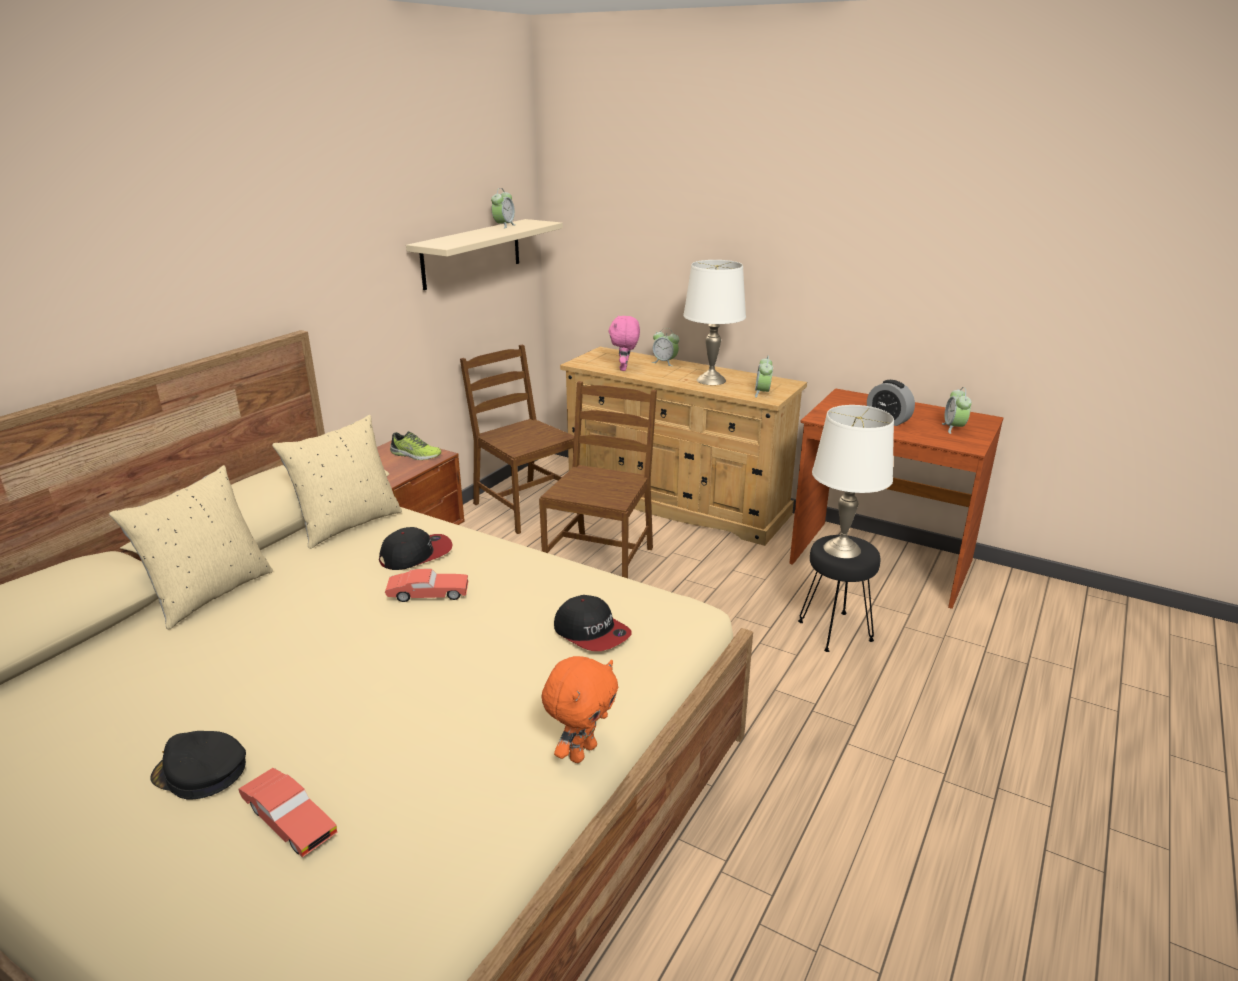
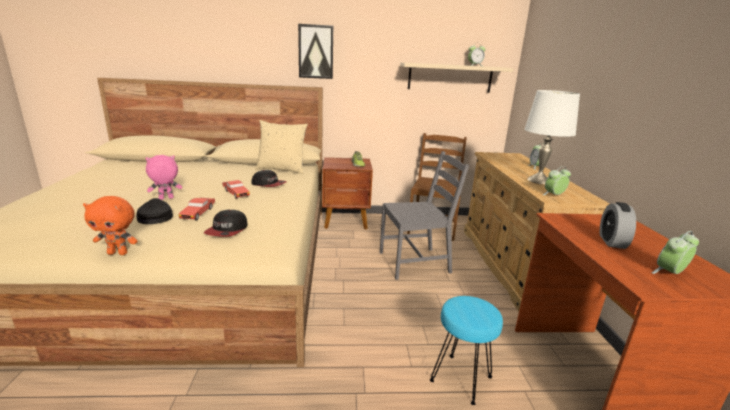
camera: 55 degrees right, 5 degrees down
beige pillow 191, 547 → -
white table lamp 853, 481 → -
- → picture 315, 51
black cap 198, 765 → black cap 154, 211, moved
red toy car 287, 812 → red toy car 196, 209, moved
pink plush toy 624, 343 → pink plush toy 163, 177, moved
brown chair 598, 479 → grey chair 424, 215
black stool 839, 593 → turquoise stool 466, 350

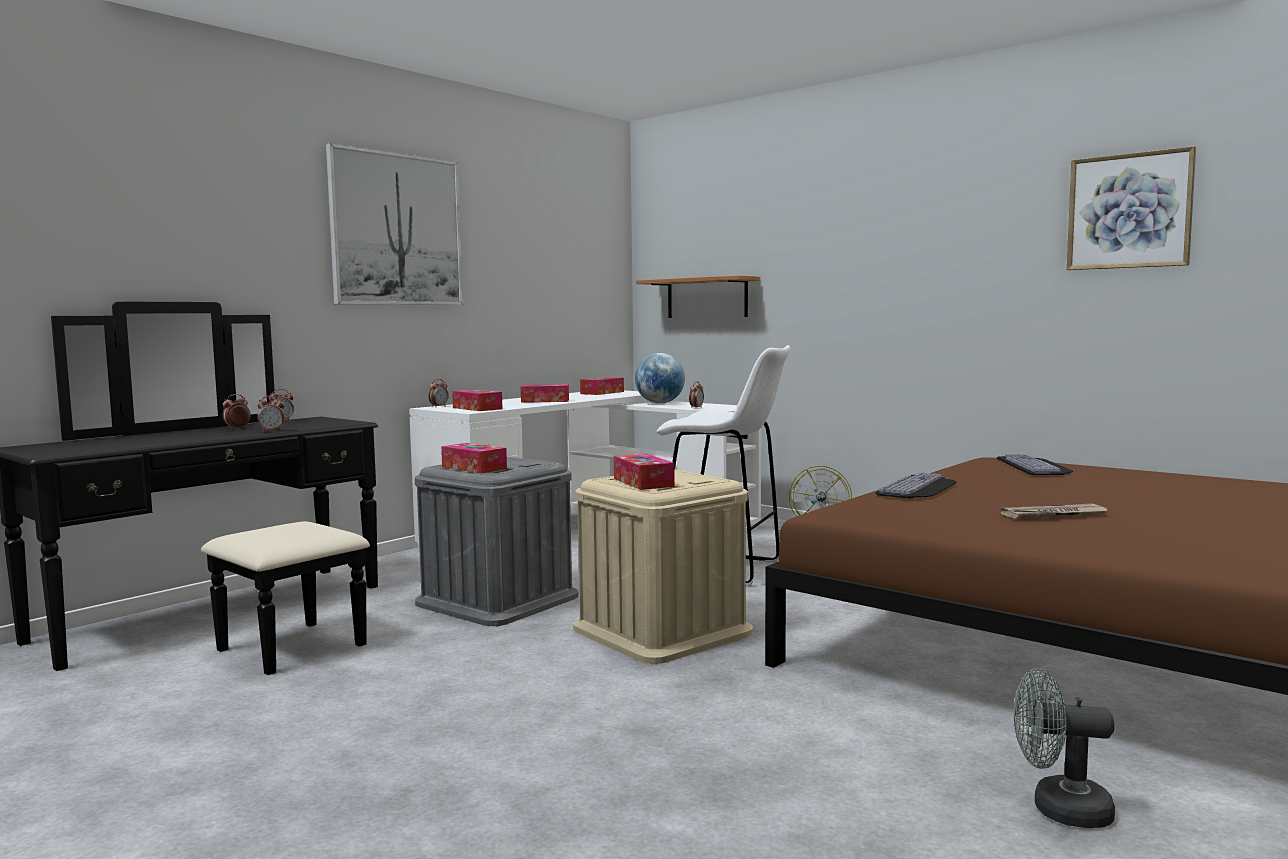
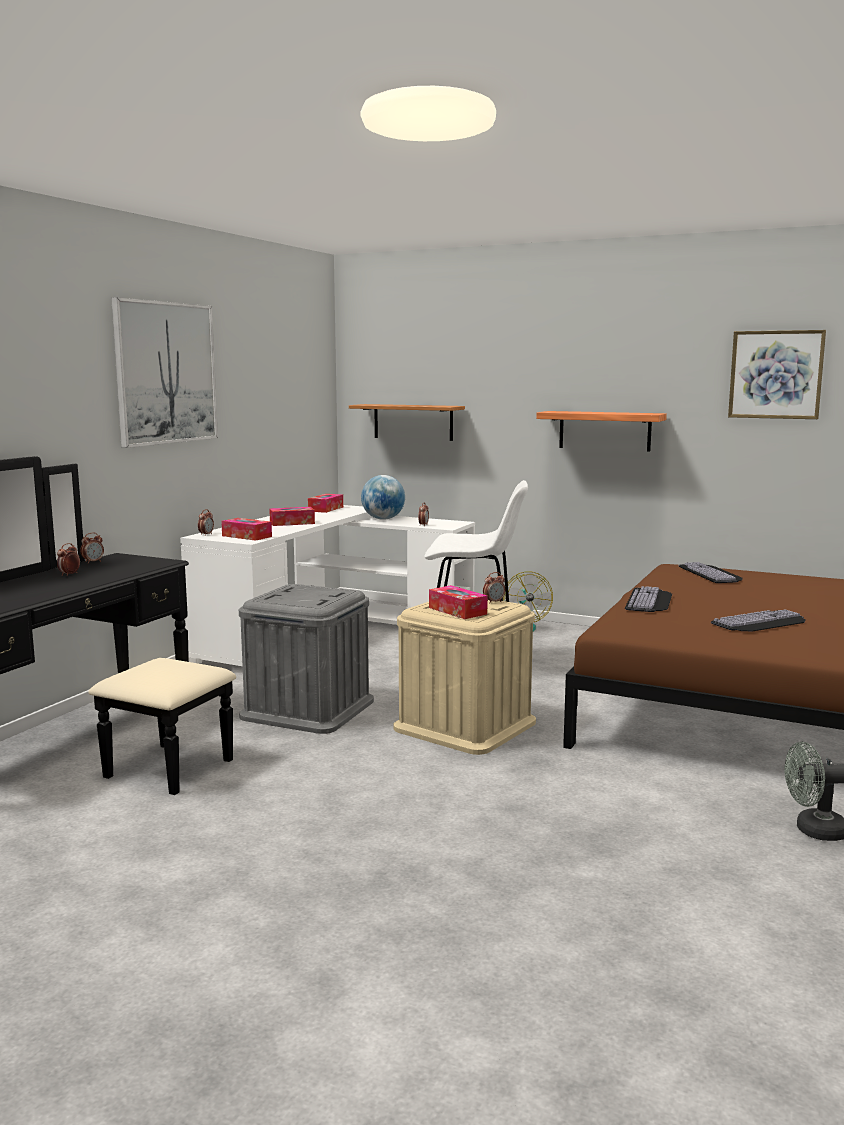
camera: 15 degrees left, 5 degrees up
tissue box 474, 458 → -
- → shelf 601, 431
alarm clock 271, 414 → alarm clock 494, 588, moved
newspaper 1054, 511 → keyboard 758, 620

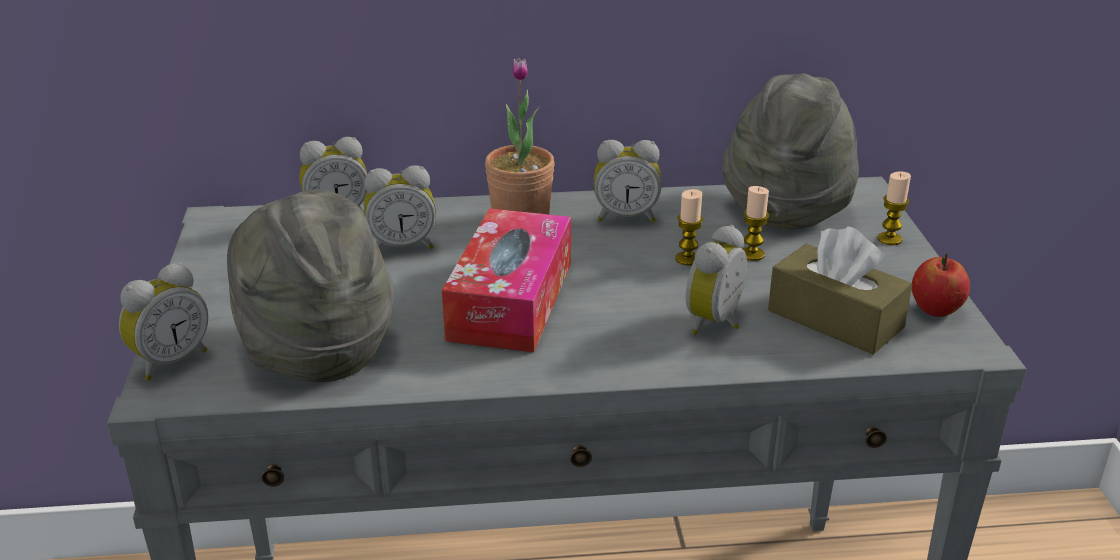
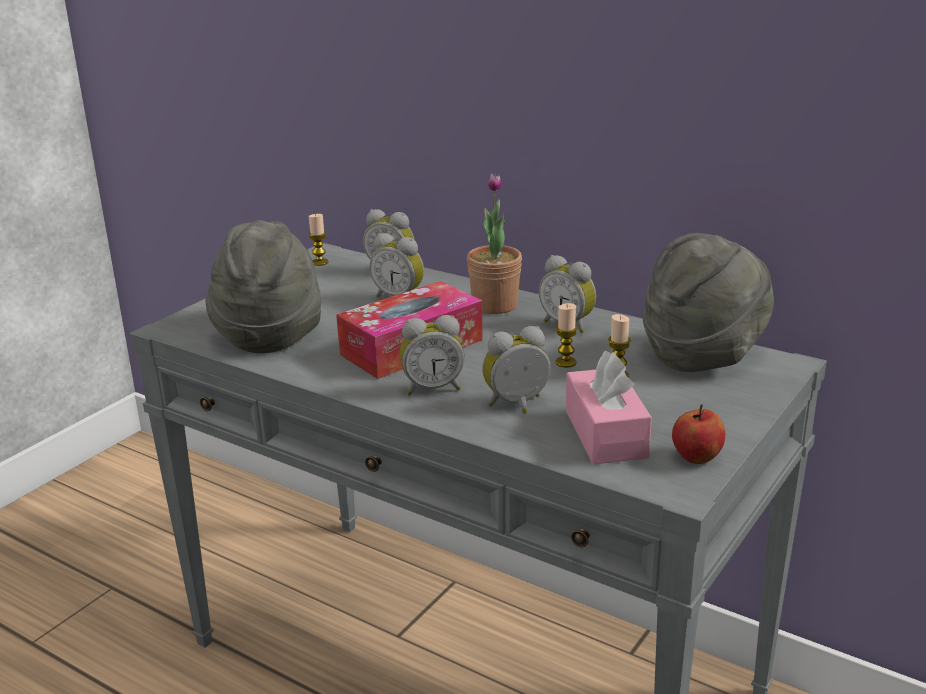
camera: 40 degrees right, 5 degrees down
alarm clock 163, 322 → alarm clock 432, 355, moved
candle 894, 208 → candle 318, 240, moved
brown tissue box 840, 290 → pink tissue box 609, 407

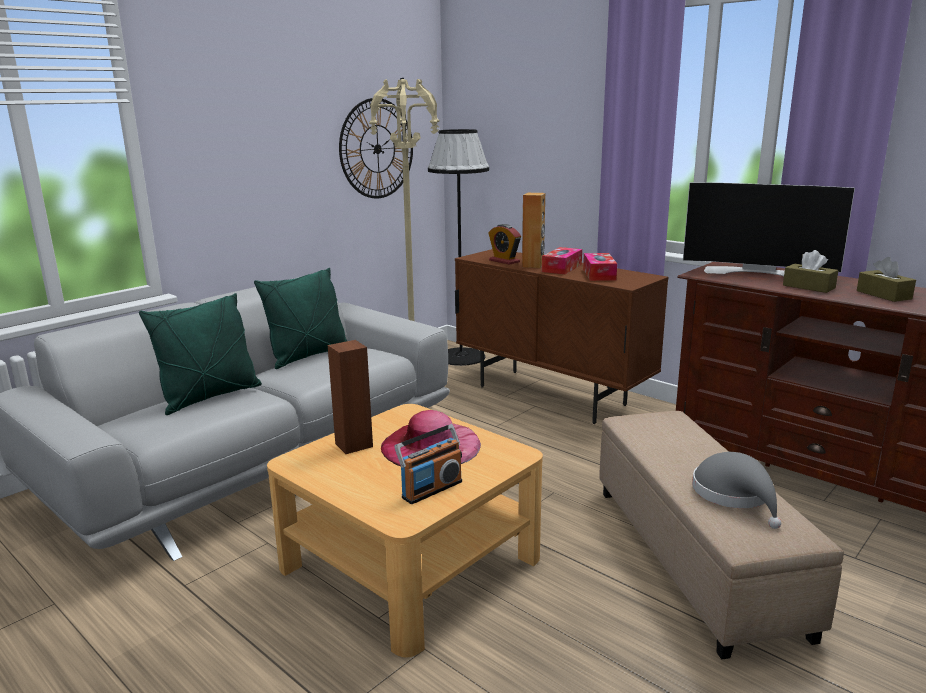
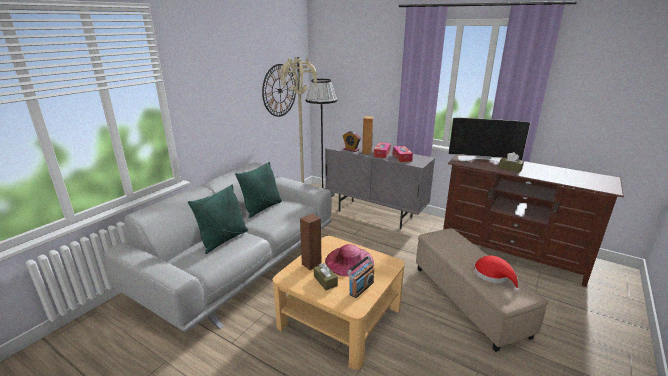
camera: 10 degrees left, 5 degrees up
brown tissue box 886, 279 → brown tissue box 326, 276, moved
brown cabinet 562, 336 → grey cabinet 380, 185
grey hat 736, 490 → red hat 497, 274

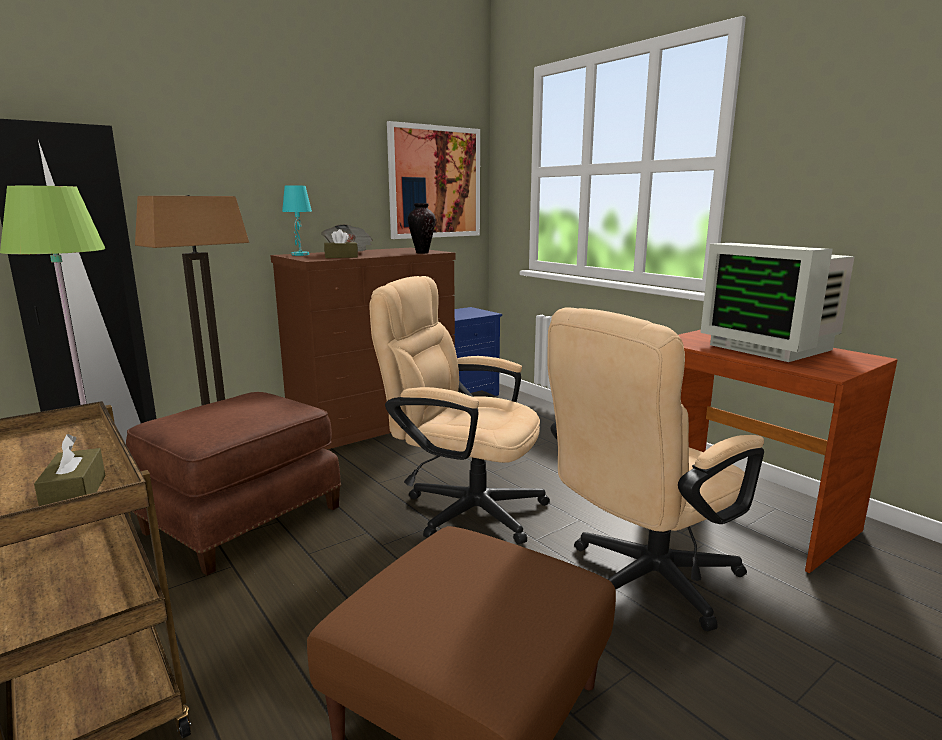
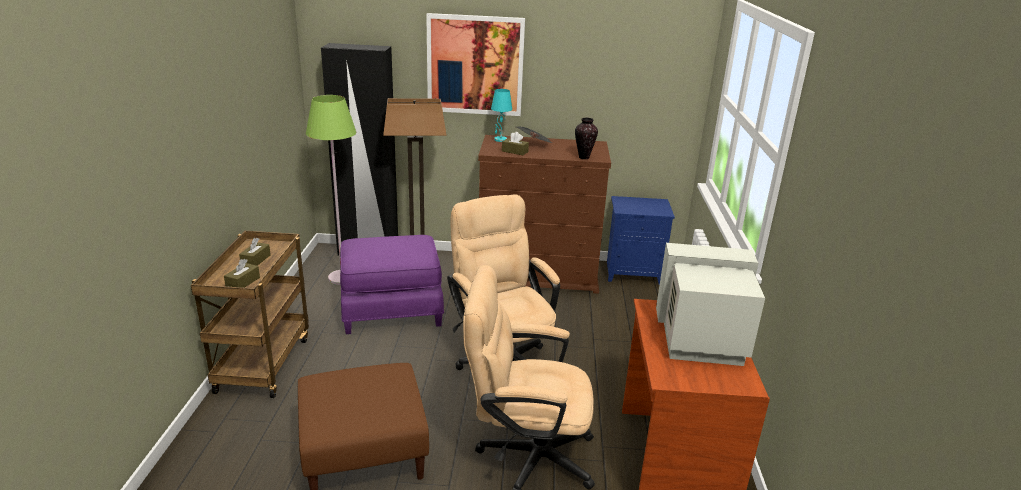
camera: 40 degrees right, 10 degrees up
- → brown tissue box 255, 252
picture 433, 180 → picture 475, 64, moved
brown ottoman 233, 483 → purple ottoman 392, 284
monitor 777, 302 → monitor 710, 304, 90 degrees clockwise

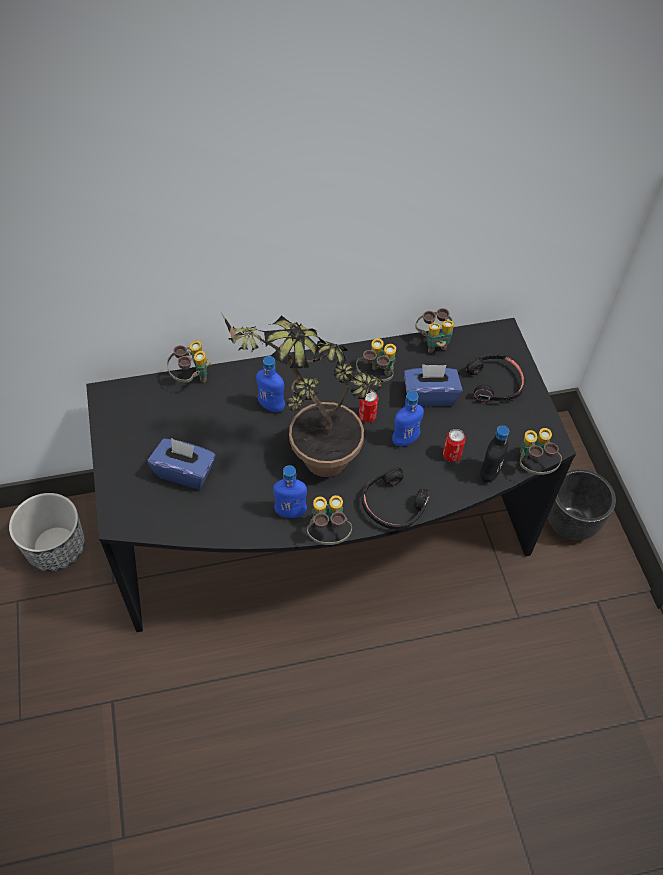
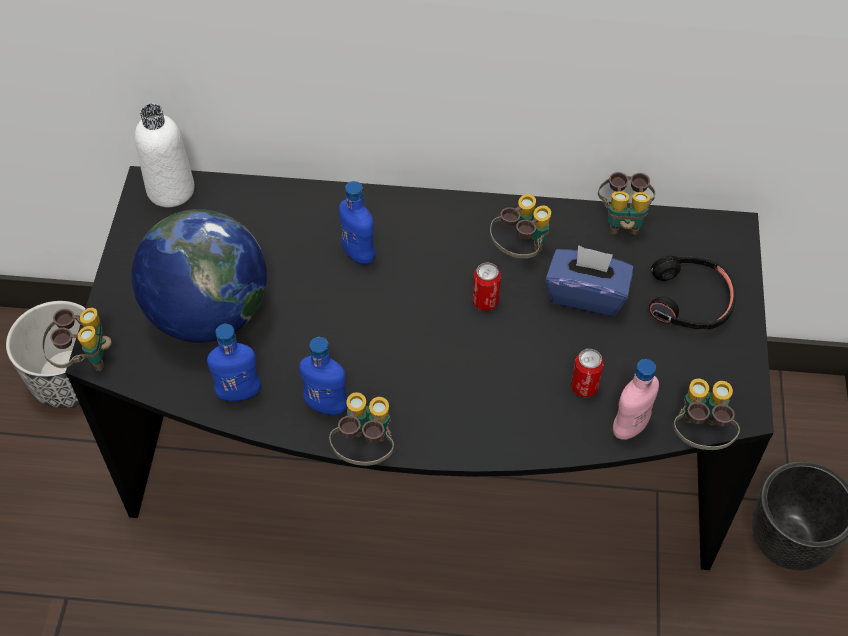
camera: 20 degrees right, 0 degrees up
potted plant 302, 395 → -
black headphones 396, 498 → -
- → white bottle 165, 155
binoculars 188, 362 → binoculars 77, 339, moved
blue bottle 408, 419 → blue bottle 234, 363, moved
blue tissue box 182, 463 → globe 199, 276
black bottle 494, 454 → pink bottle 636, 399

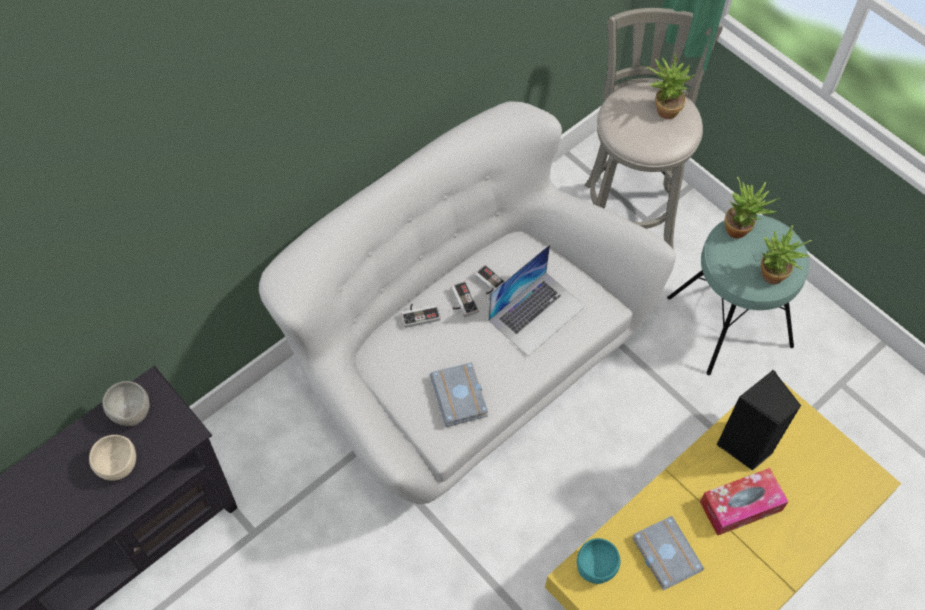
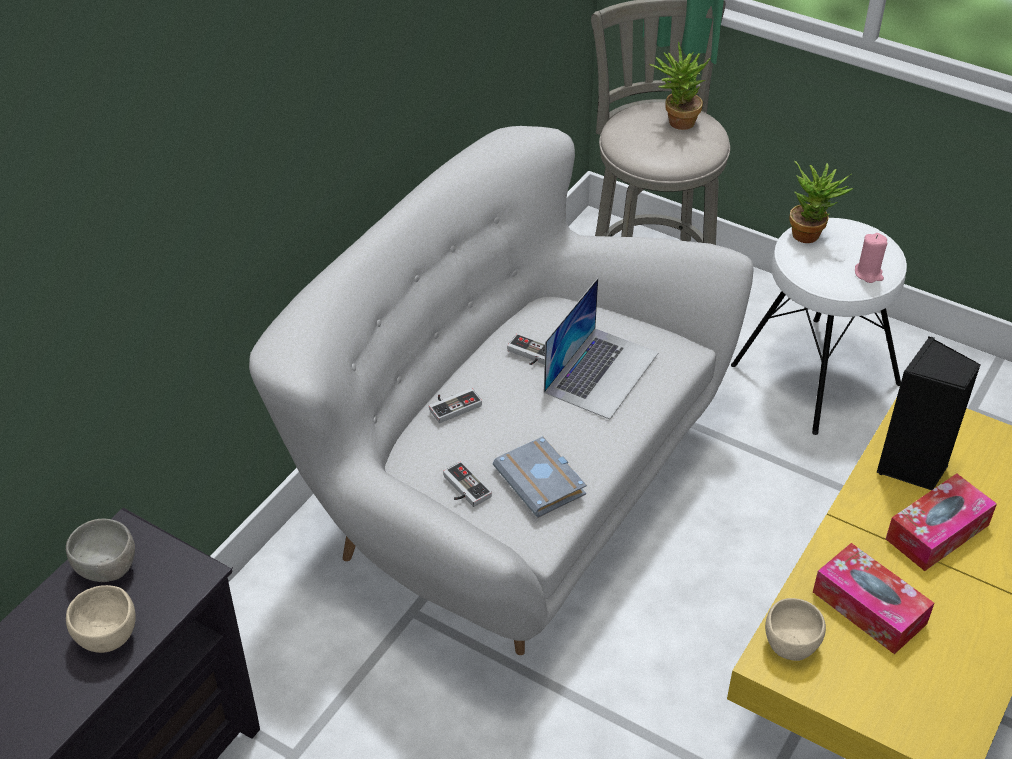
camera: 15 degrees left, 15 degrees down
game controller 465, 299 → game controller 467, 484, moved
grey book 668, 553 → tissue box 873, 598
potted plant 786, 254 → pink candle 871, 258
turquoise bowl 599, 561 → beige bowl 795, 629
turquoise stool 738, 294 → white stool 819, 326

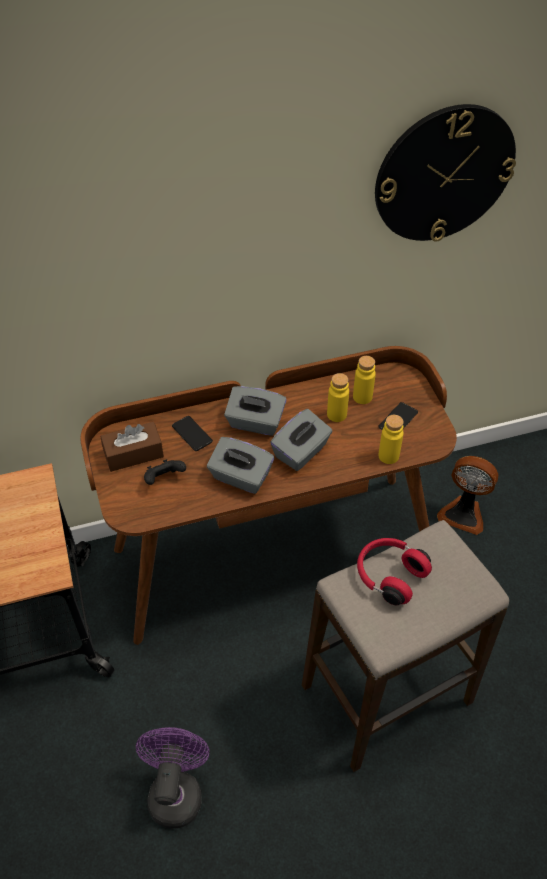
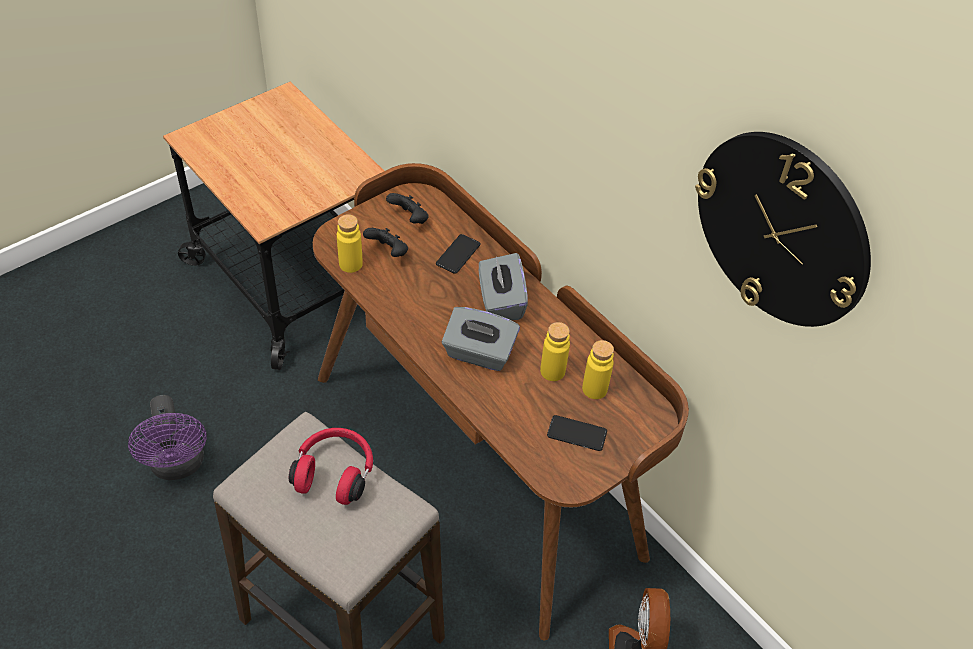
camera: 65 degrees right, 0 degrees up
grey tissue box 240, 465 → -
yellow bottle 391, 439 → yellow bottle 350, 243, moved
brown tissue box 132, 447 → black game controller 407, 208
purple fan 173, 777 → purple fan 167, 437, 90 degrees clockwise

